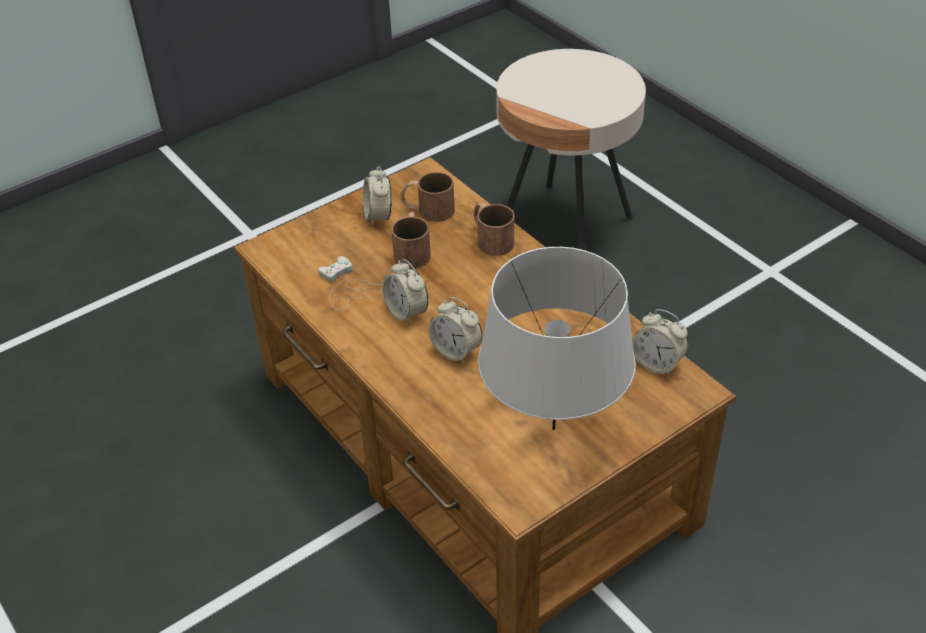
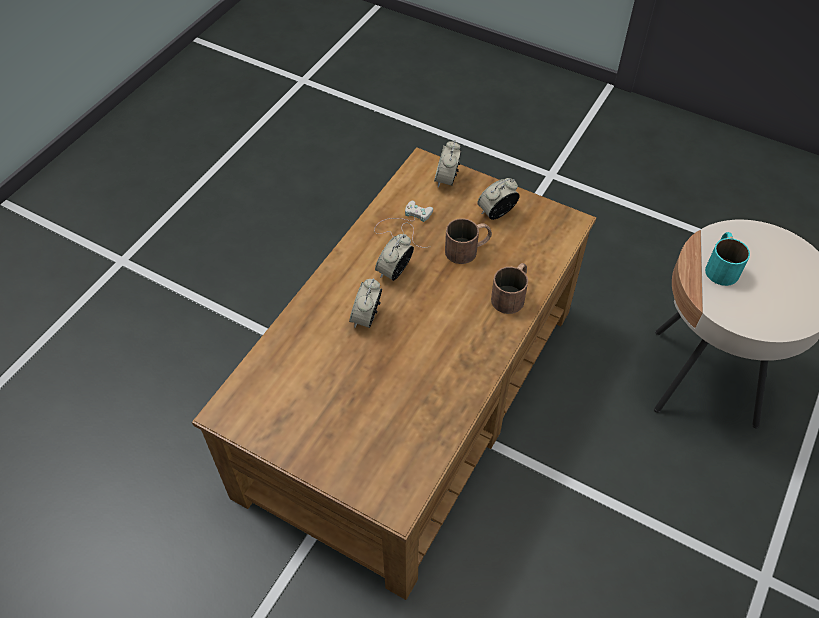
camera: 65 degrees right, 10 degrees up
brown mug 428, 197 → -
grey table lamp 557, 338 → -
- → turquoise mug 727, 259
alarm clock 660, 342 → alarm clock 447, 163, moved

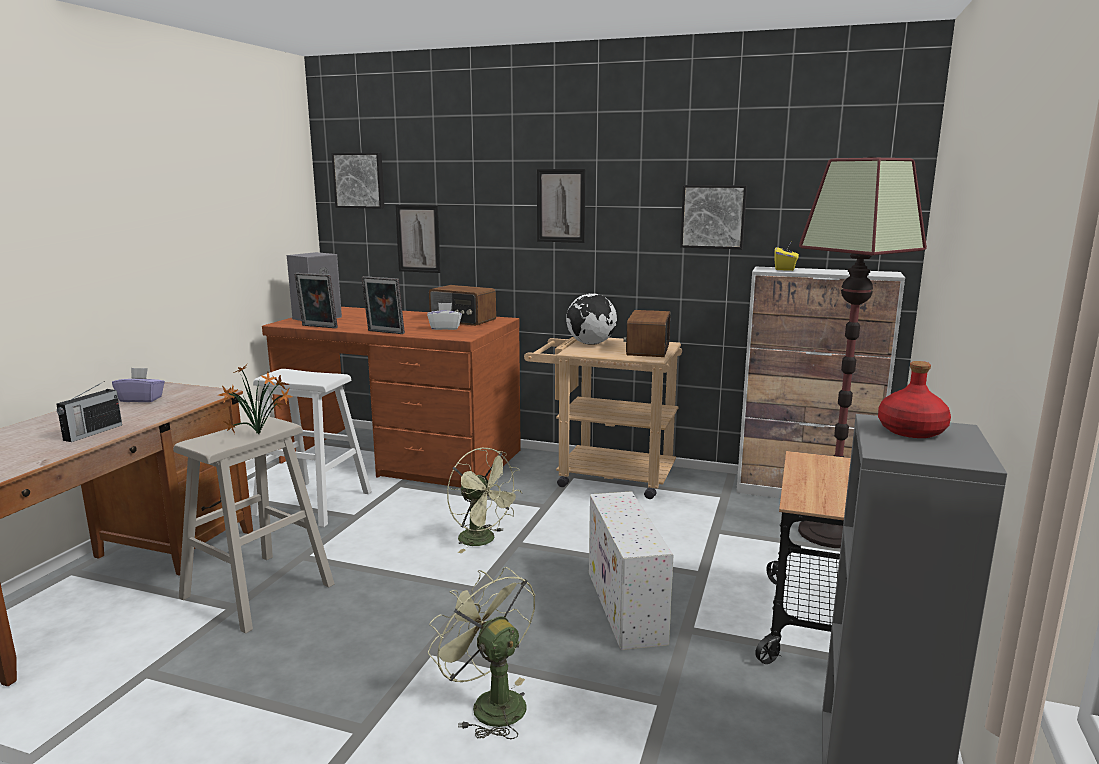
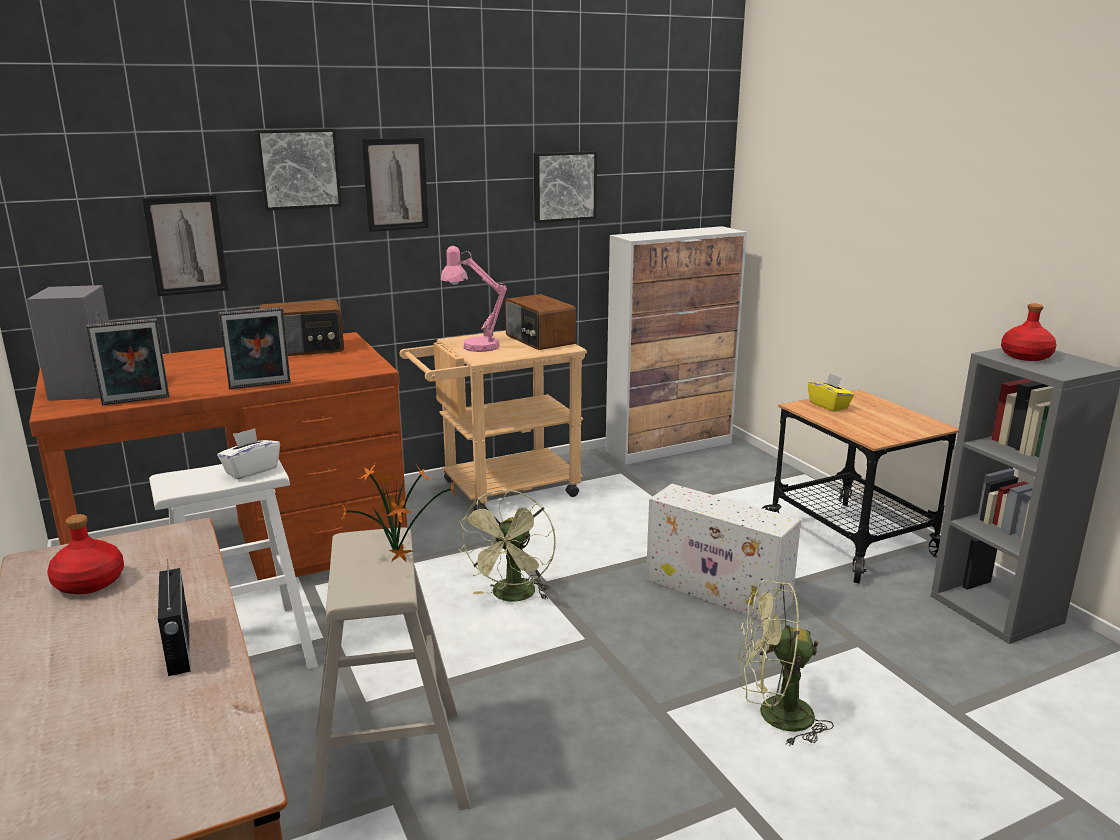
camera: 45 degrees left, 5 degrees up
floor lamp 862, 352 → -
picture 358, 181 → picture 298, 169, moved
white tissue box 444, 316 → white tissue box 248, 454, moved
yellow tissue box 786, 256 → yellow tissue box 831, 392, moved
purple tissue box 138, 385 → red bottle 85, 554
globe 591, 319 → pink table lamp 473, 299
green fan 484, 500 → green fan 507, 545, 105 degrees clockwise

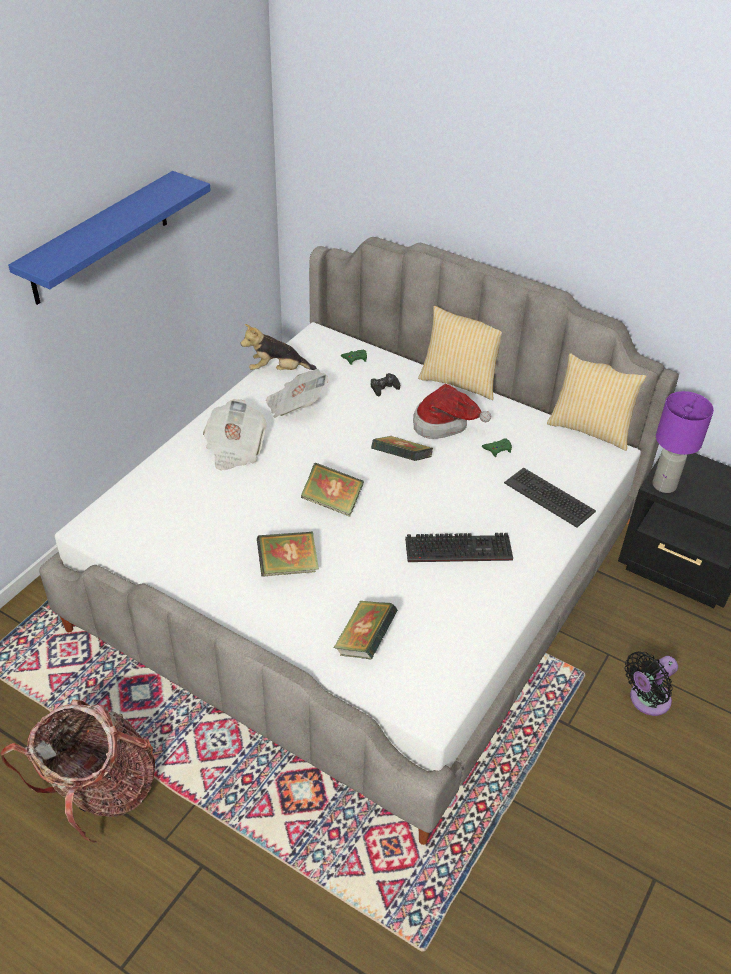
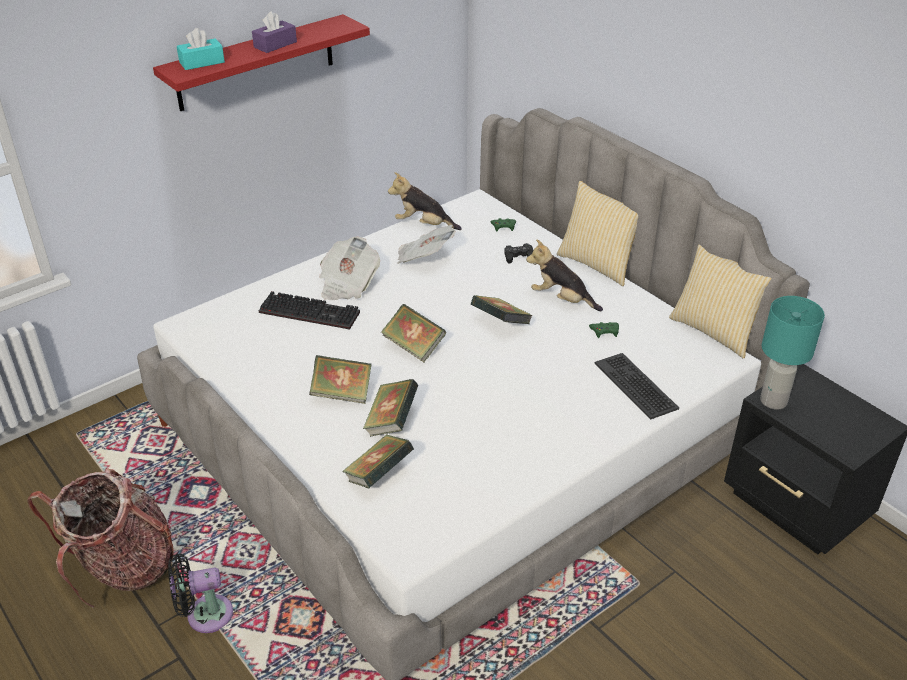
camera: 20 degrees right, 5 degrees down
- → turquoise tissue box 201, 49
- → purple tissue box 274, 32
- → book 390, 407
keyboard 459, 547 → keyboard 309, 310, moved
black fan 651, 683 → black fan 200, 593, moved
hat 452, 411 → plush toy 564, 275
blue shelf 109, 238 → red shelf 261, 62
purple table lamp 683, 442 → turquoise table lamp 792, 353

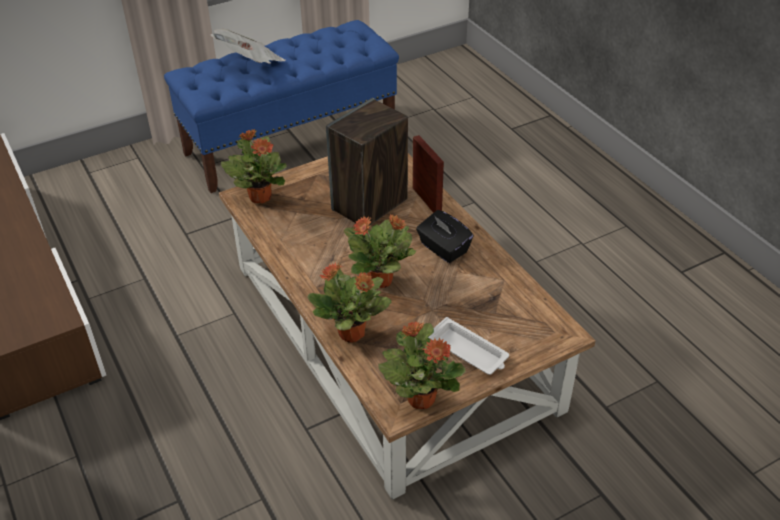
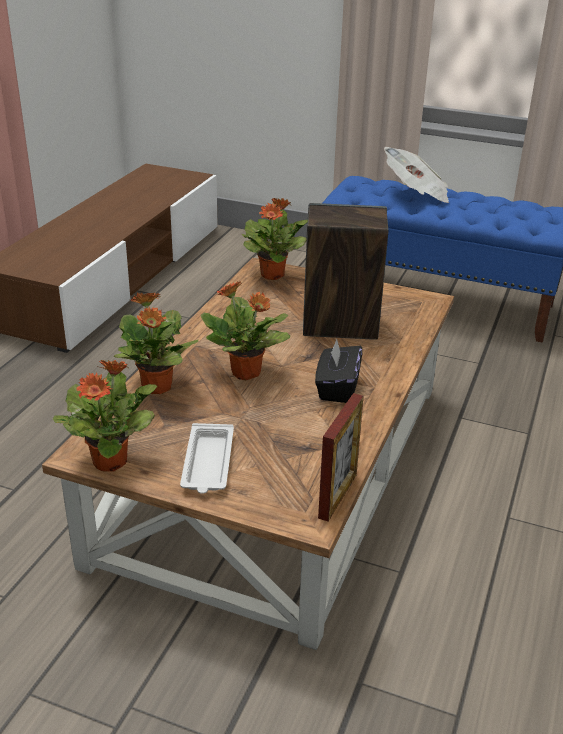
camera: 50 degrees right, 10 degrees down
picture frame 428, 174 → picture frame 341, 457, moved

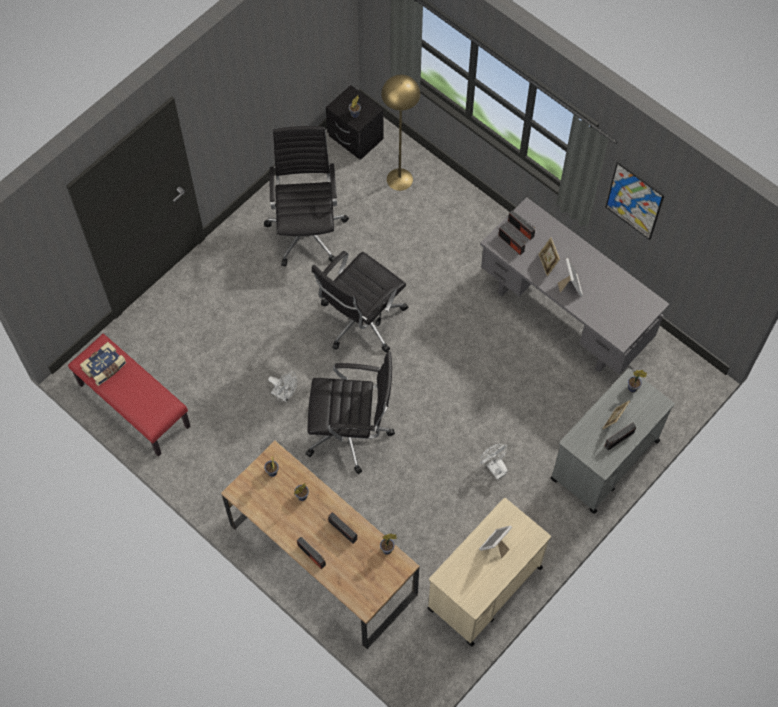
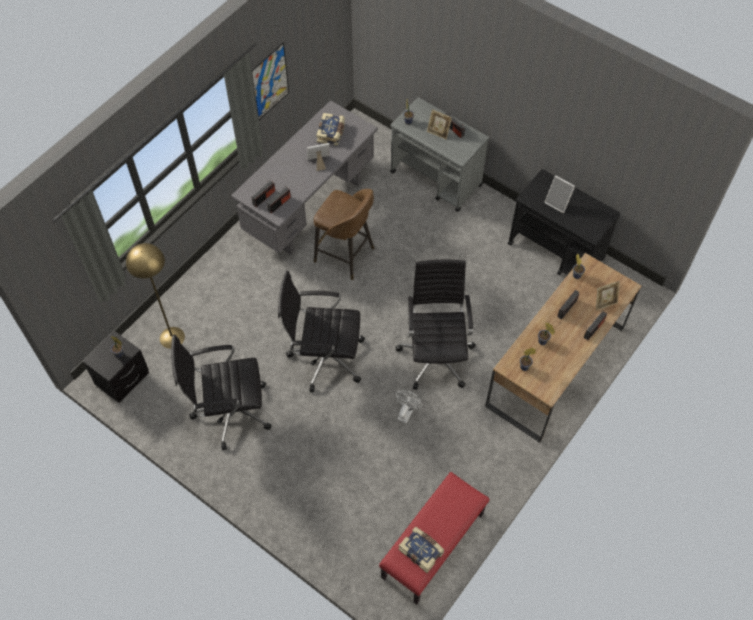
camera: 95 degrees left, 5 degrees down
white fan 494, 462 → -
- → brown stool 344, 234
- → book 330, 129
picture frame 549, 256 → picture frame 608, 296, moved
beige cart 489, 572 → black cart 564, 222
black office chair 360, 301 → black office chair 321, 331, 150 degrees clockwise

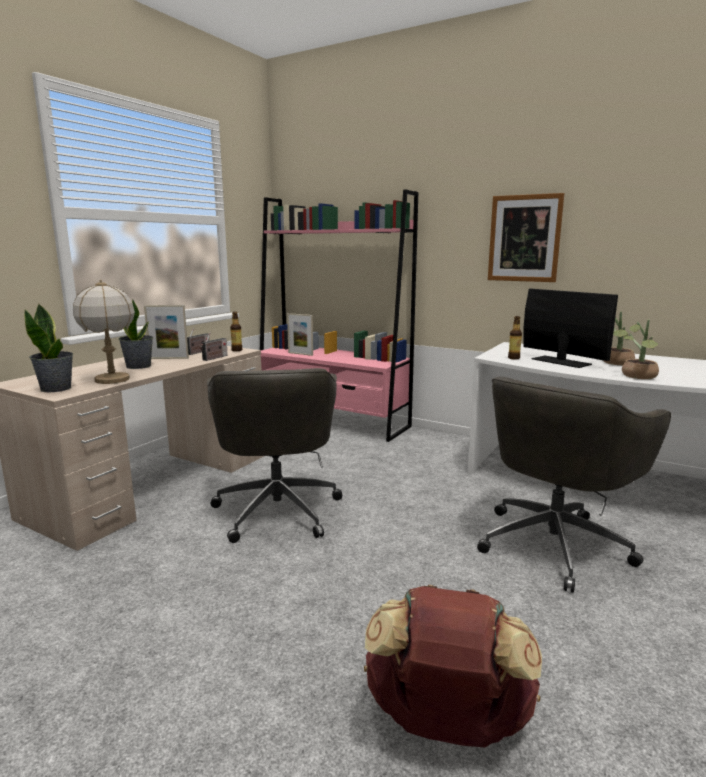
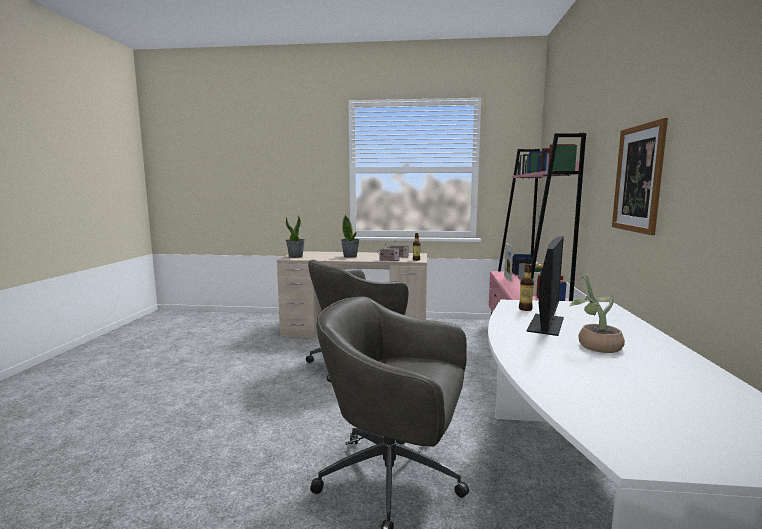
camera: 65 degrees right, 5 degrees down
table lamp 104, 332 → -
picture frame 166, 332 → -
brown backpack 453, 666 → -
potted plant 640, 349 → -

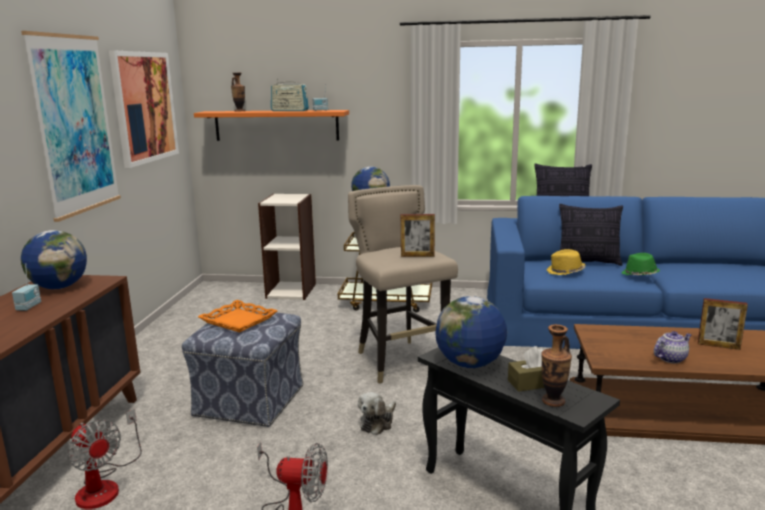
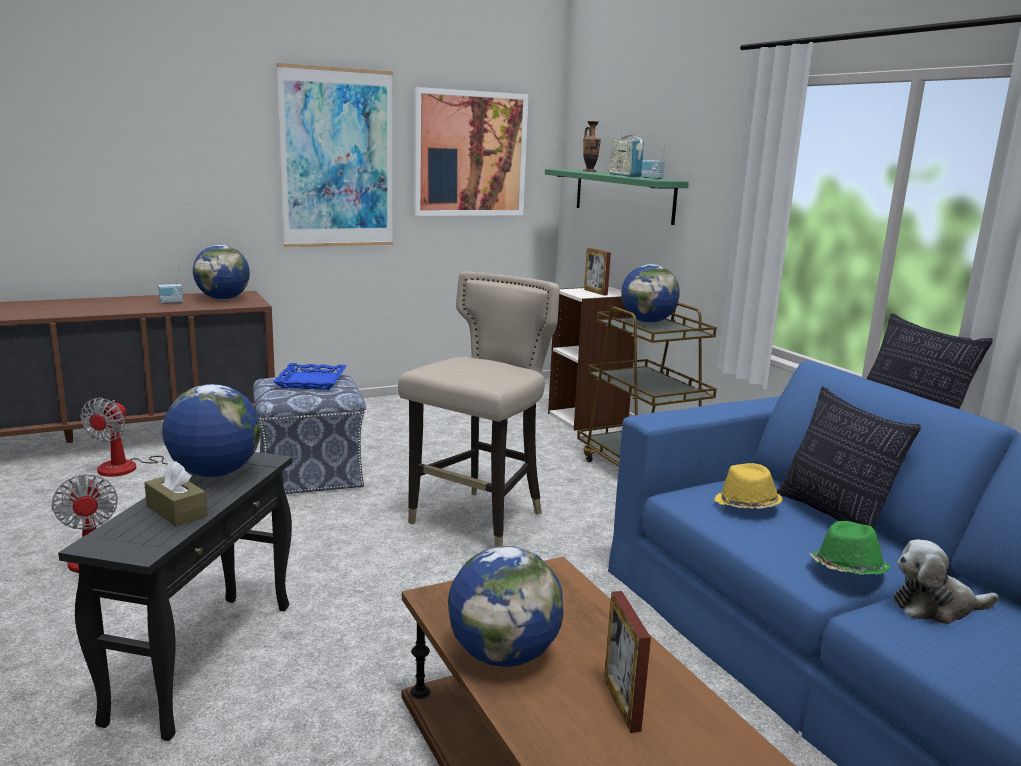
camera: 55 degrees right, 0 degrees up
vase 556, 365 → -
plush toy 377, 413 → plush toy 946, 581, moved
picture frame 418, 235 → picture frame 597, 272, moved
teapot 672, 347 → globe 505, 606
orange shelf 271, 125 → green shelf 617, 197
orange tray 238, 316 → blue tray 309, 376

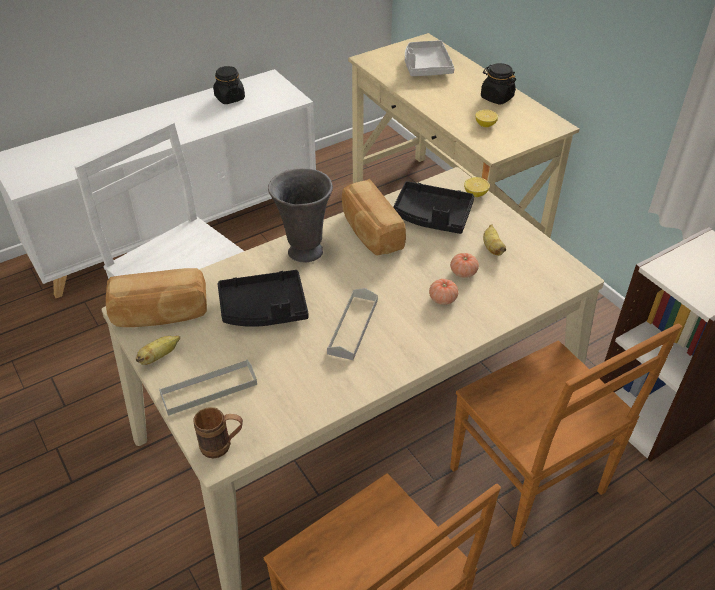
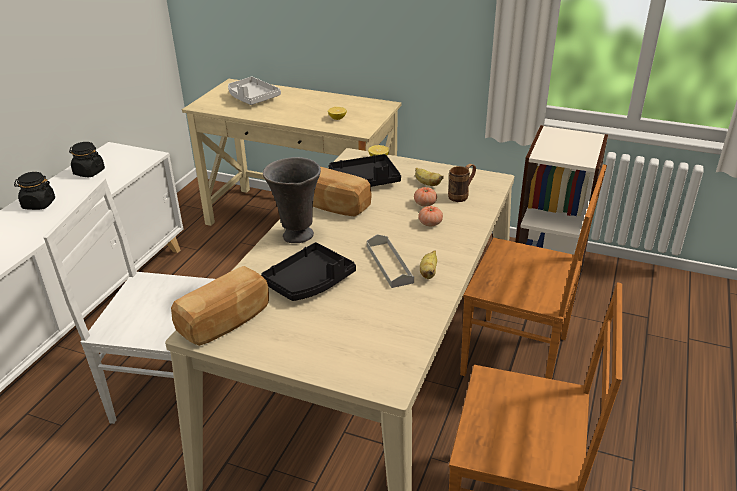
camera: 35 degrees left, 10 degrees down
grey tray 208, 387 → -
banana 158, 350 → banana 428, 265, moved
brown mug 218, 432 → brown mug 462, 183, moved
black jar 498, 83 → black jar 34, 191, moved

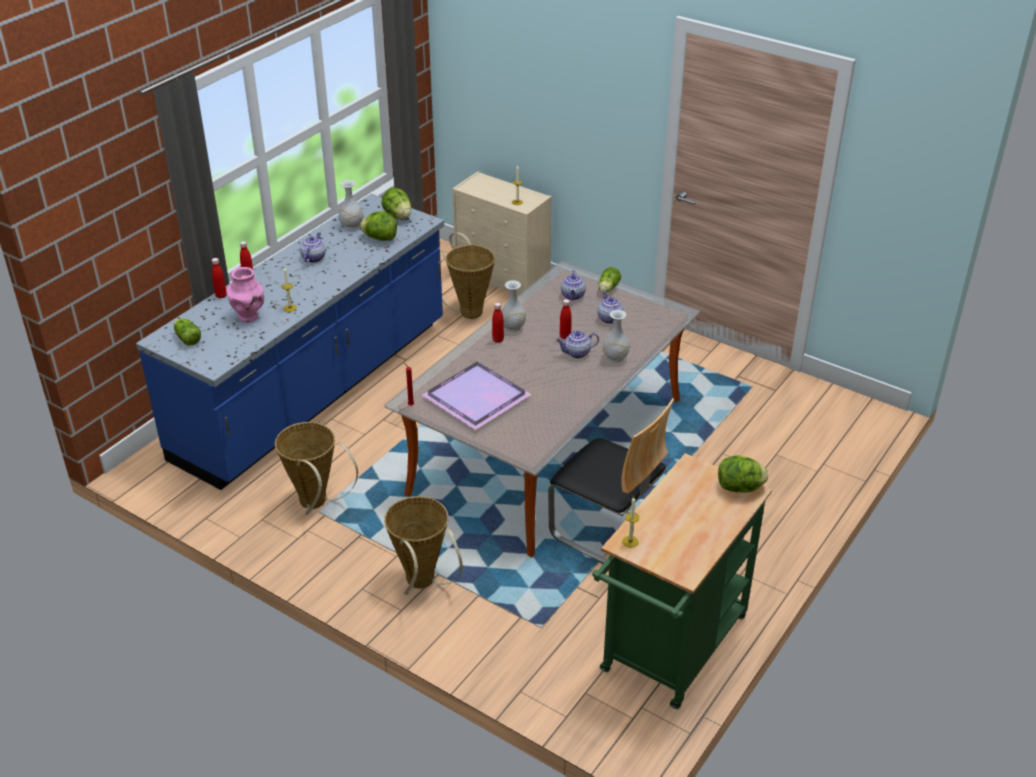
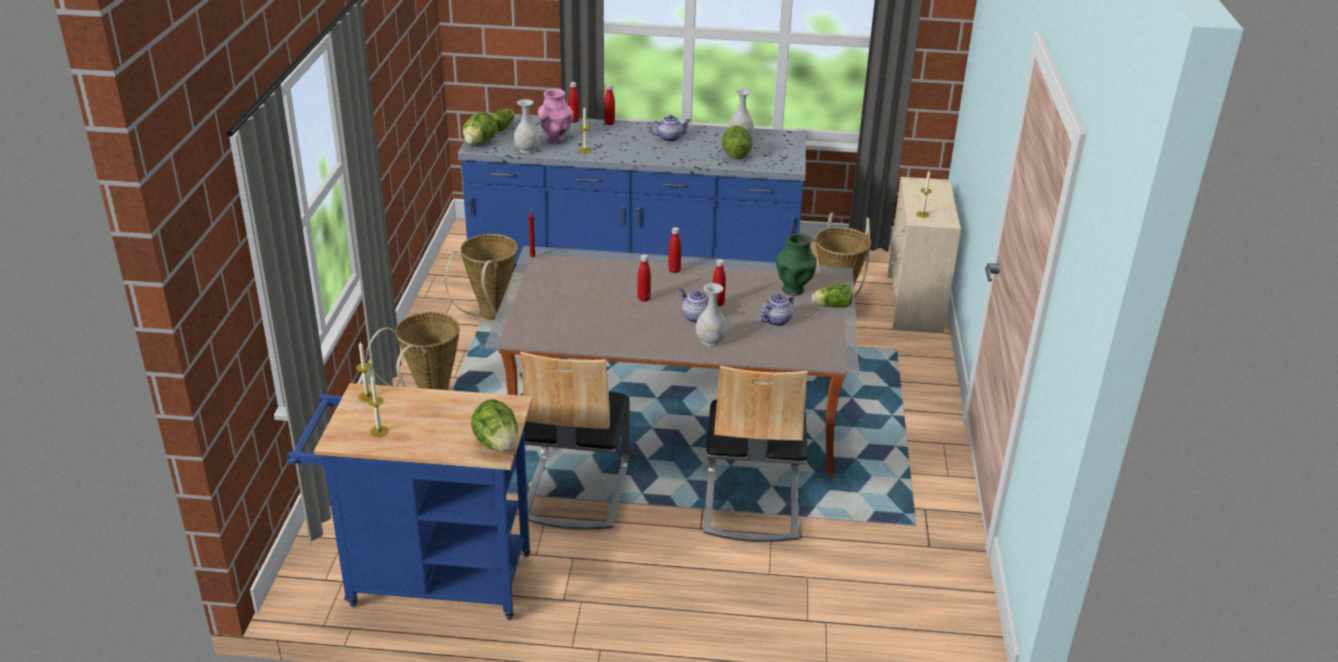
camera: 60 degrees right, 5 degrees down
purple tray 477, 396 → -
- → candle 378, 406
- → red bottle 644, 278
- → chair 755, 454
lettuce 396, 203 → lettuce 480, 129, moved
white vase 513, 306 → white vase 527, 126, moved
teapot 573, 285 → green vase 796, 264
green cart 682, 581 → blue cart 409, 501

